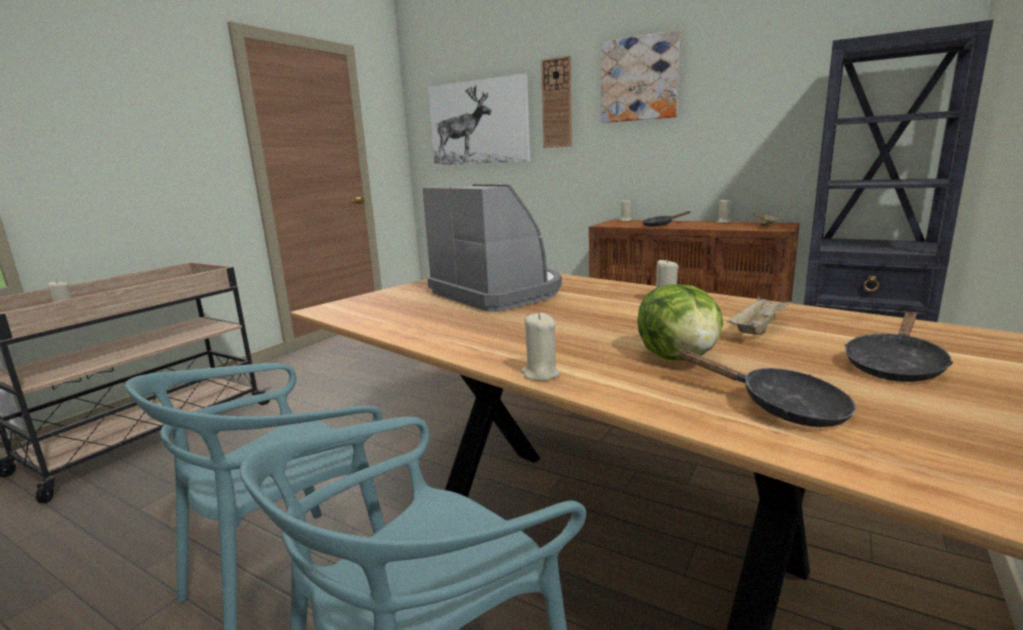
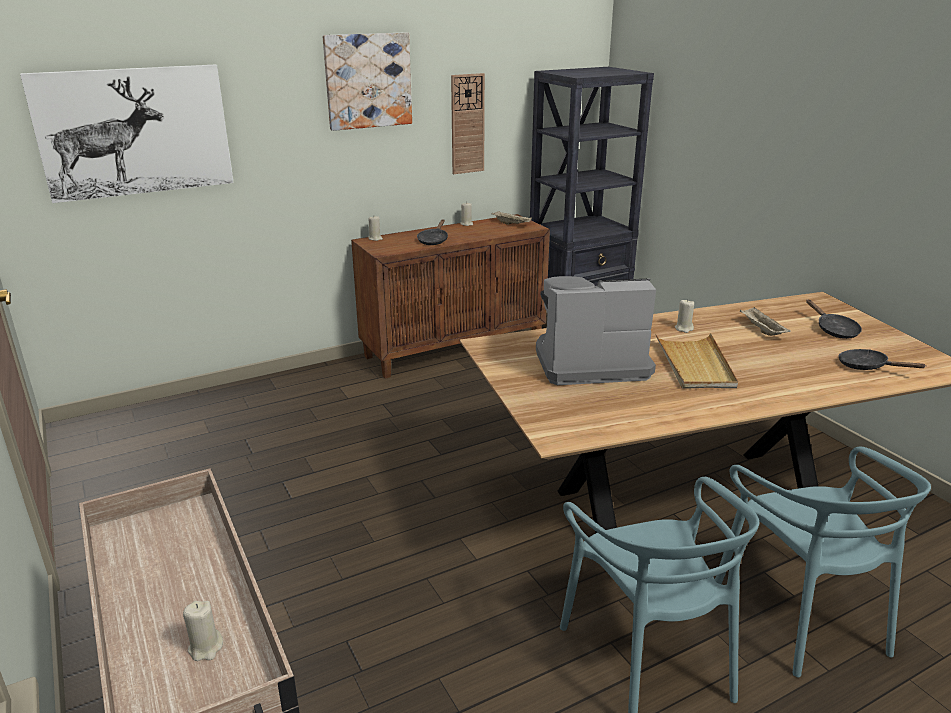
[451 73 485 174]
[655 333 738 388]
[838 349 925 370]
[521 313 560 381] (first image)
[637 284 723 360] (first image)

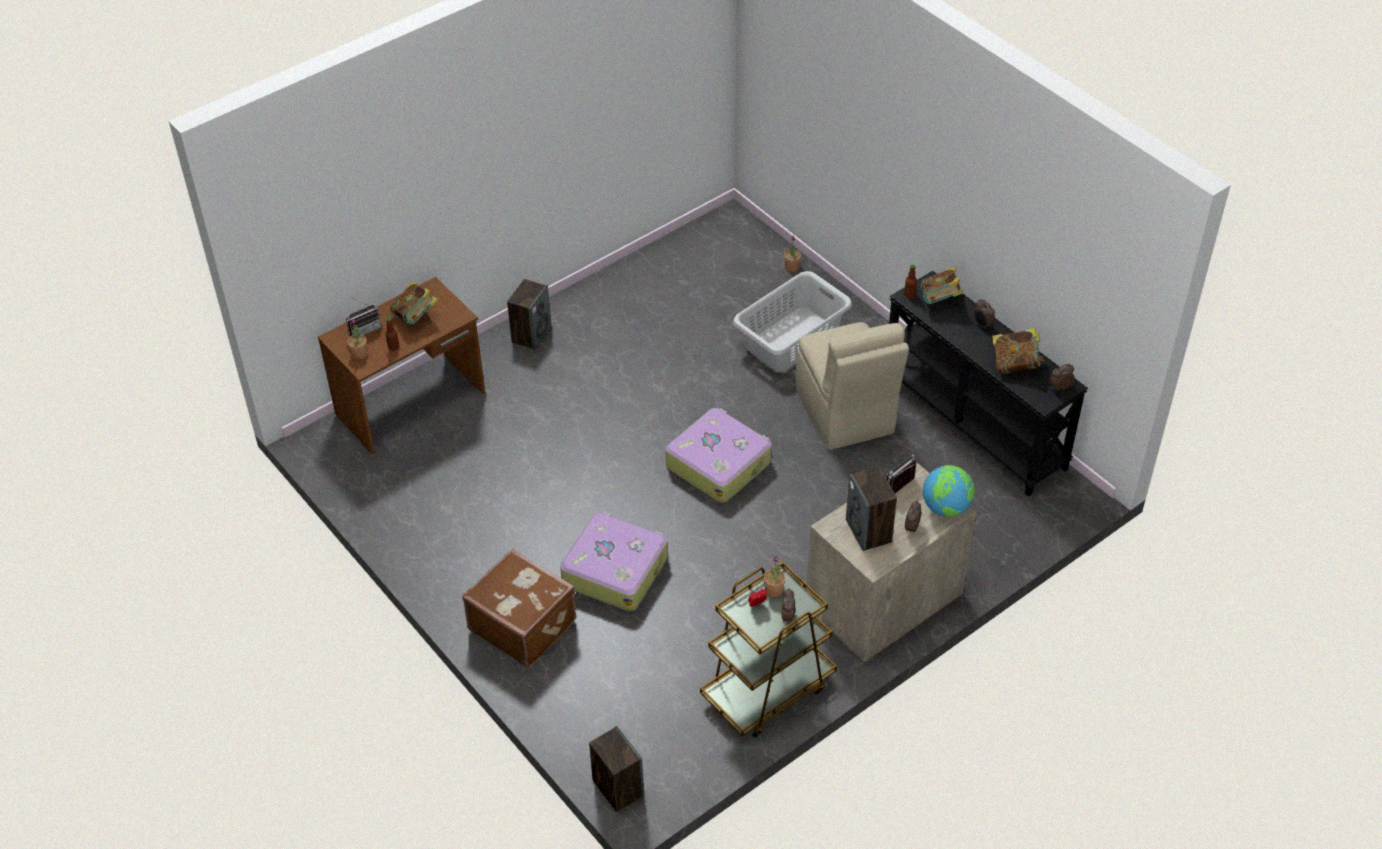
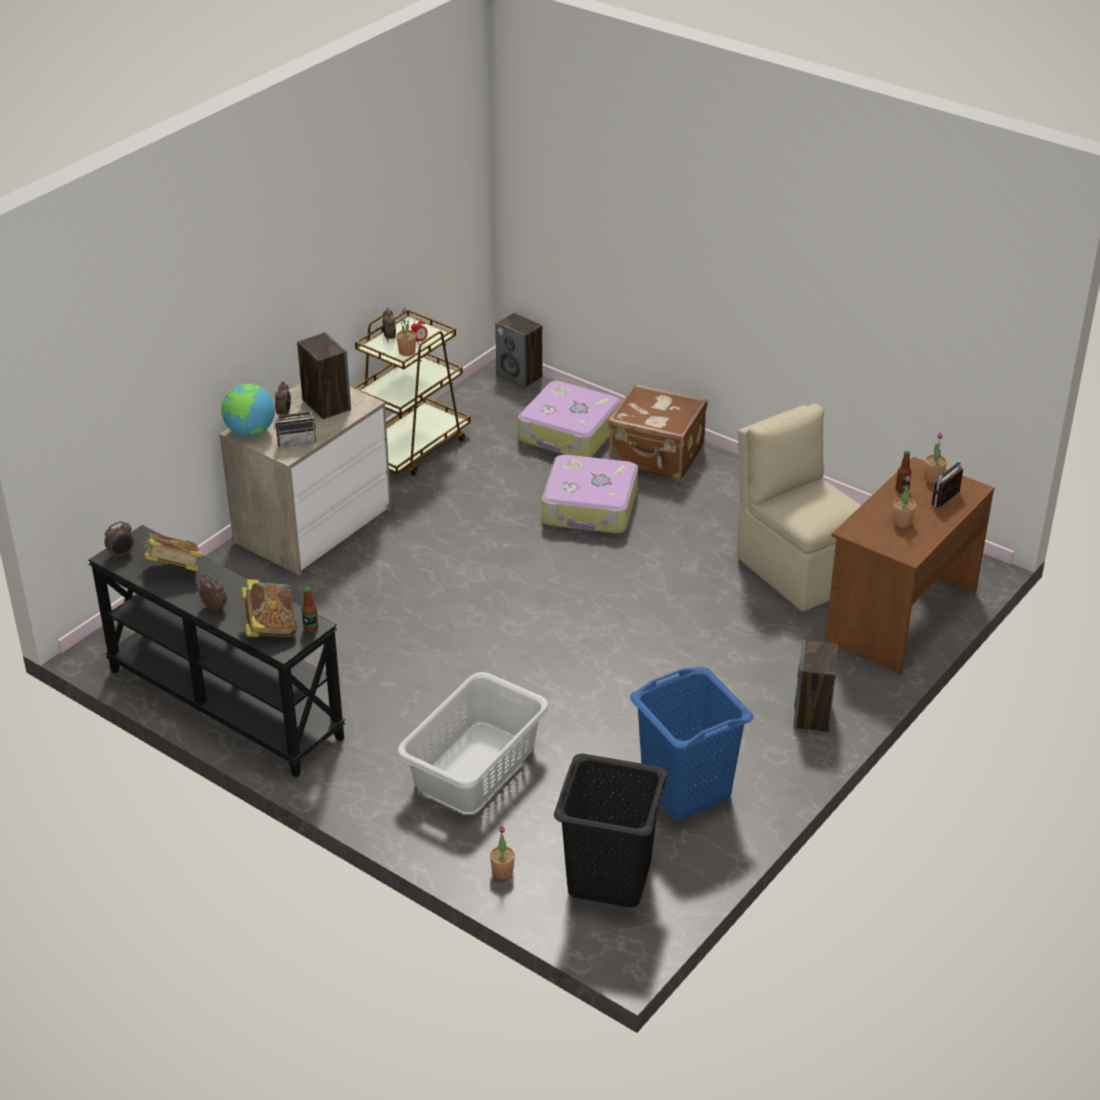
[275 399 316 447]
[518 381 621 457]
[554 754 669 908]
[630 667 754 819]
[737 404 861 611]
[893 476 916 527]

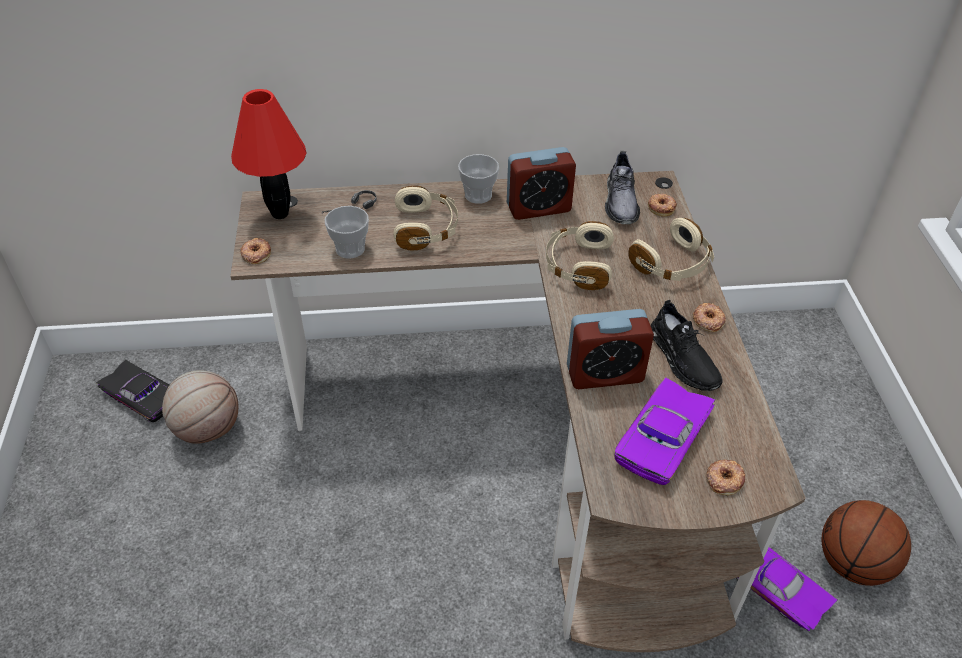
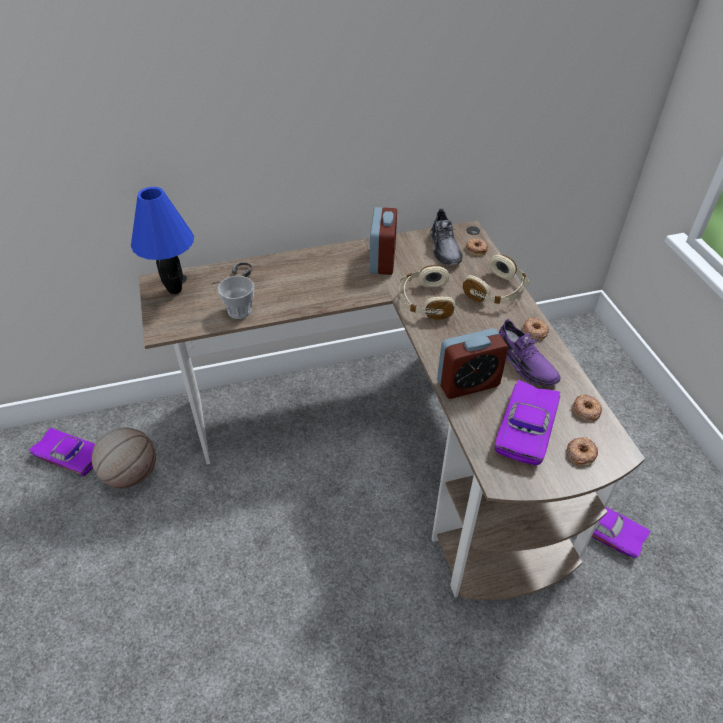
[28 427 95 476]
[131 187 194 294]
[370 207 397 275]
[499 319 561 386]
[572 395 602 422]
[393 185 458 251] (first image)
[458 154 499 204] (first image)
[822 500 911 586] (first image)

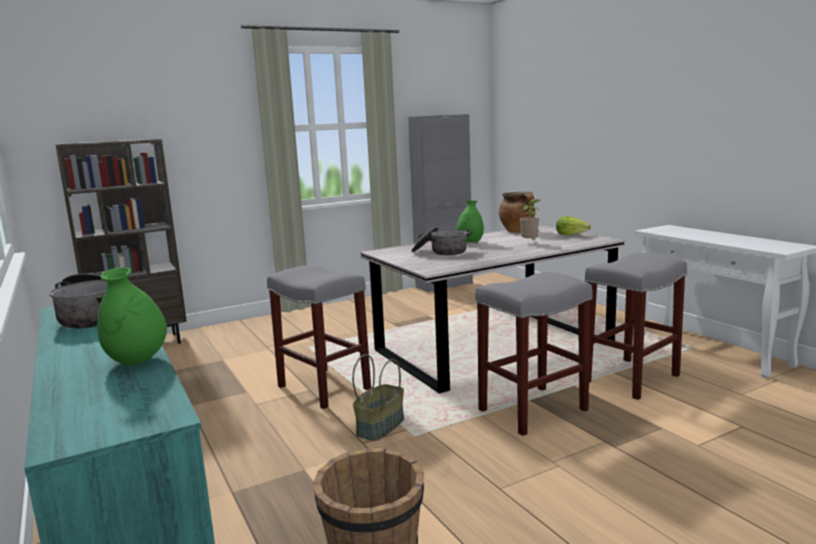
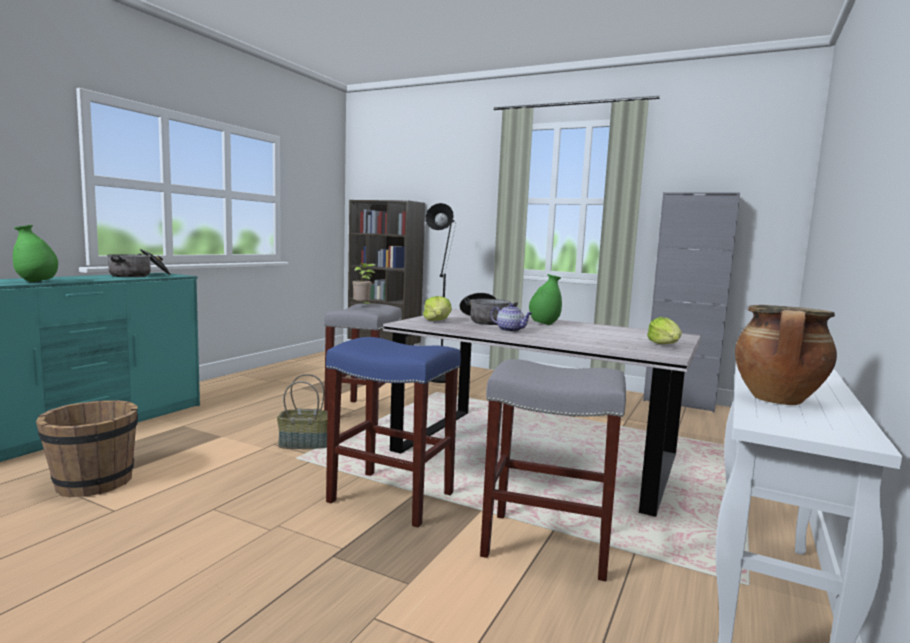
[326 337 461 527]
[352 263 376 307]
[423 296 452 321]
[426 203 456 383]
[491 303 532 332]
[735 305 837 405]

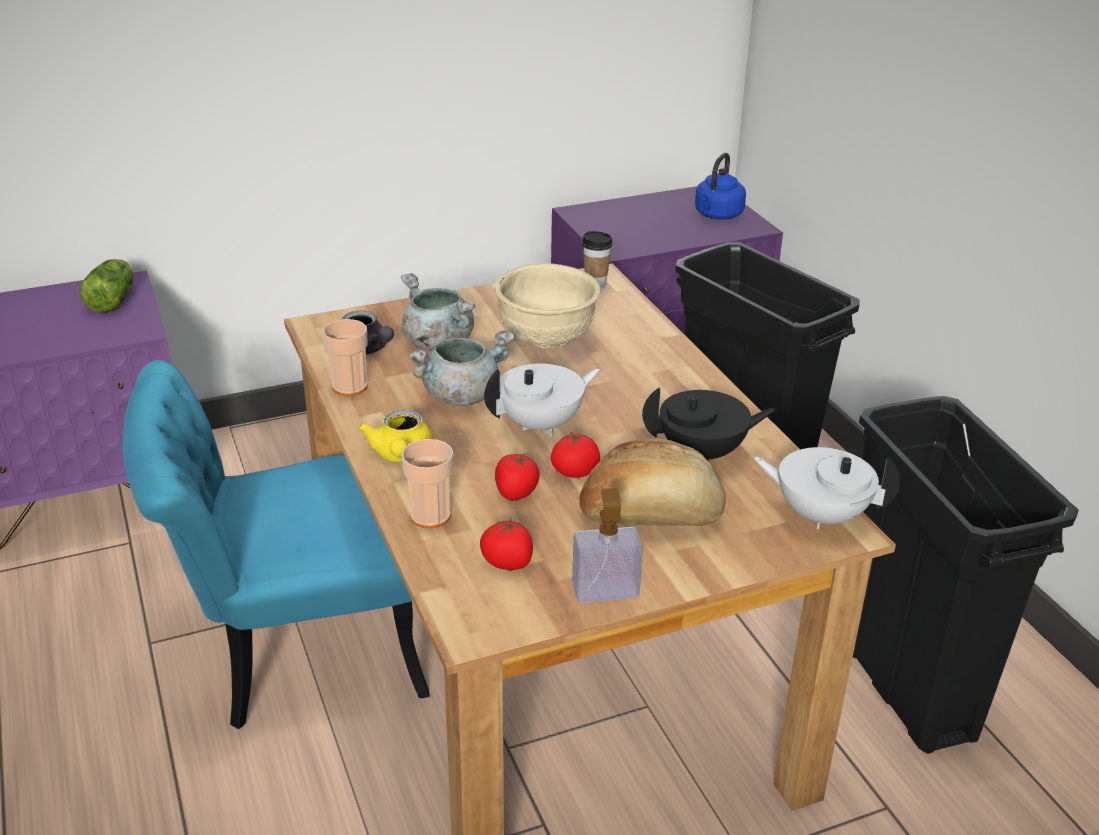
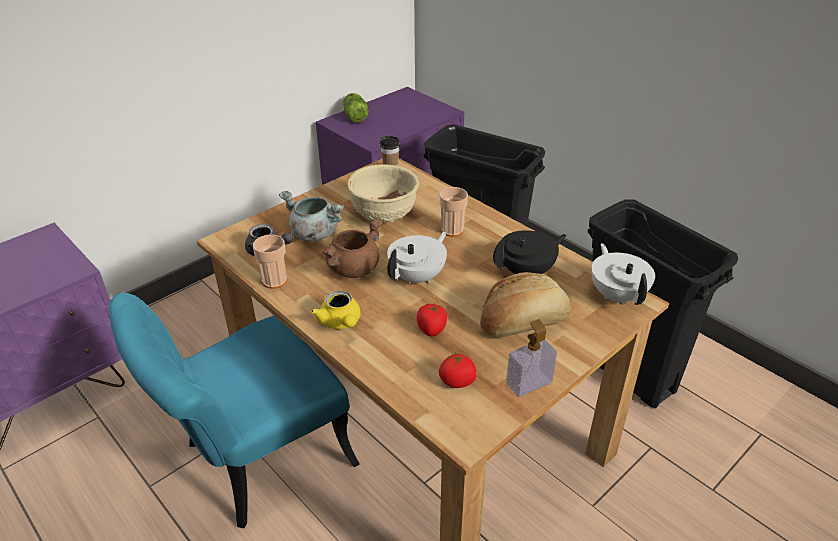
[323 218 383 278]
[343 93 369 123]
[439 187 468 237]
[591 243 655 305]
[551 431 600 478] (first image)
[695 153 746 219] (first image)

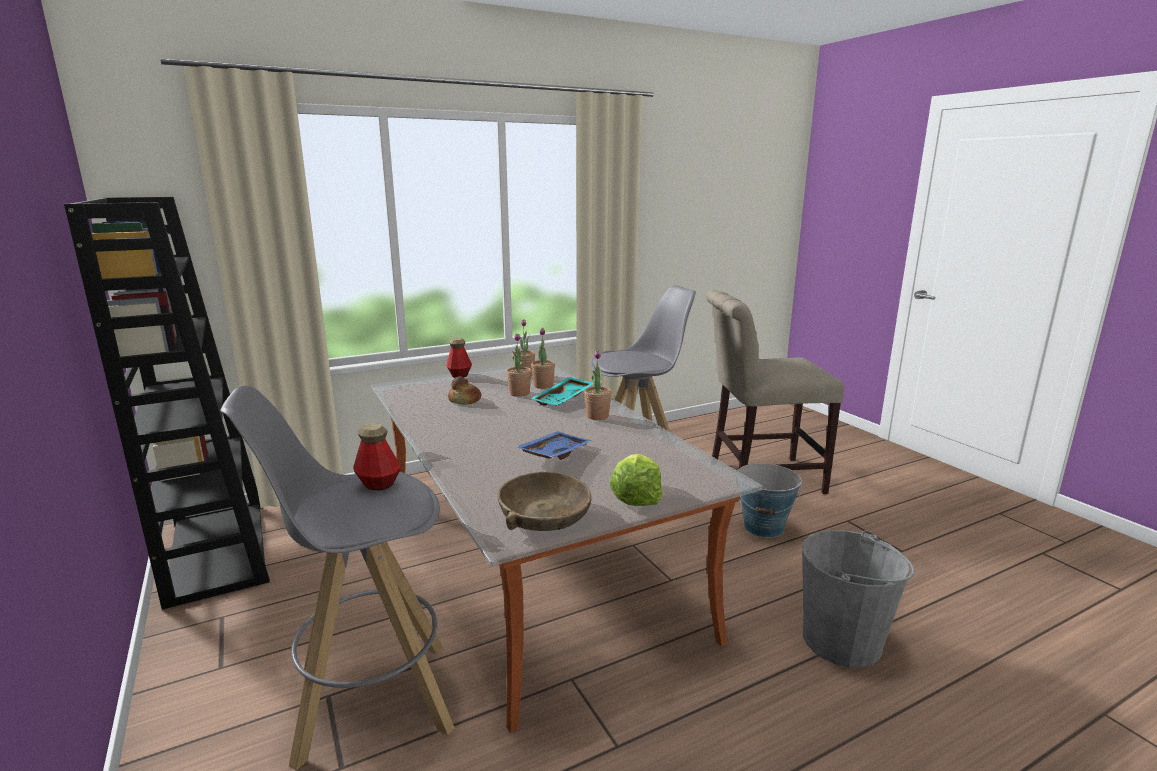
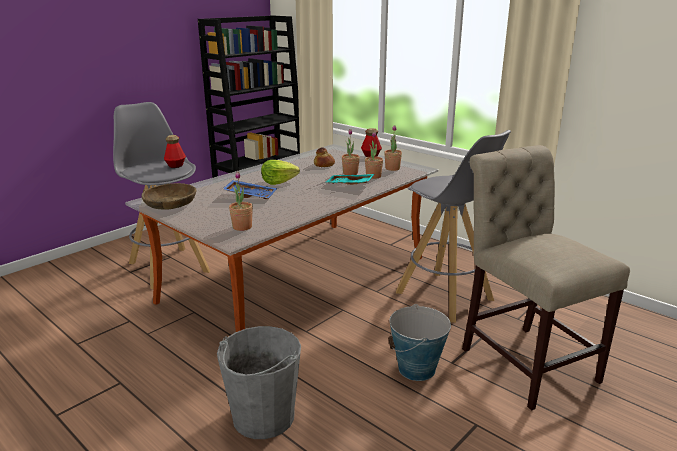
[229 171 253 231]
[261 160 300 185]

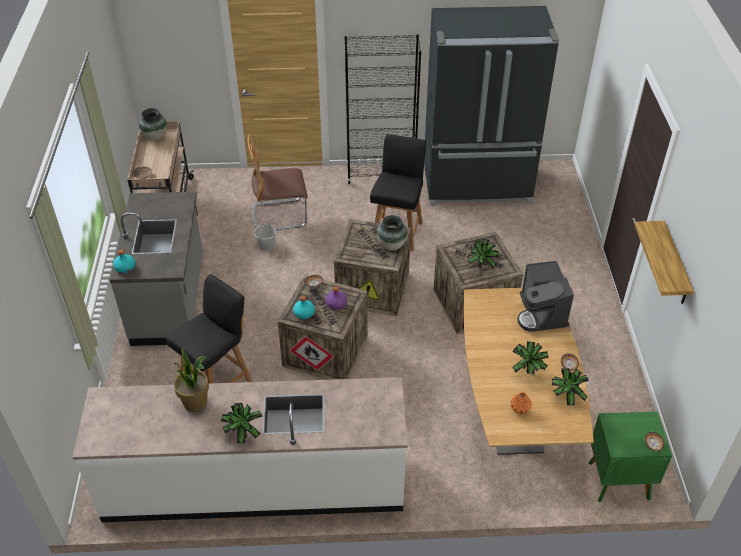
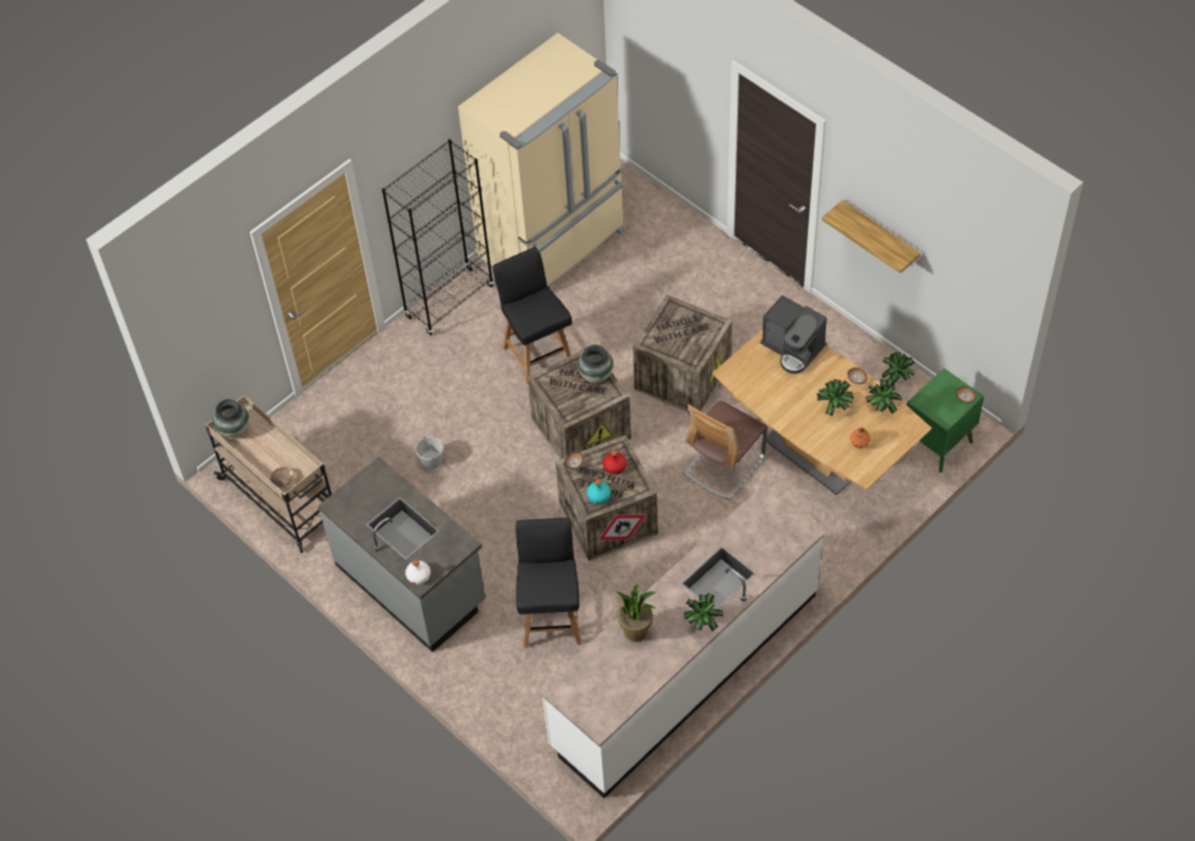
[405 559 431 584]
[458 33 624 287]
[603 450 627 474]
[683 401 768 500]
[882 352 915 385]

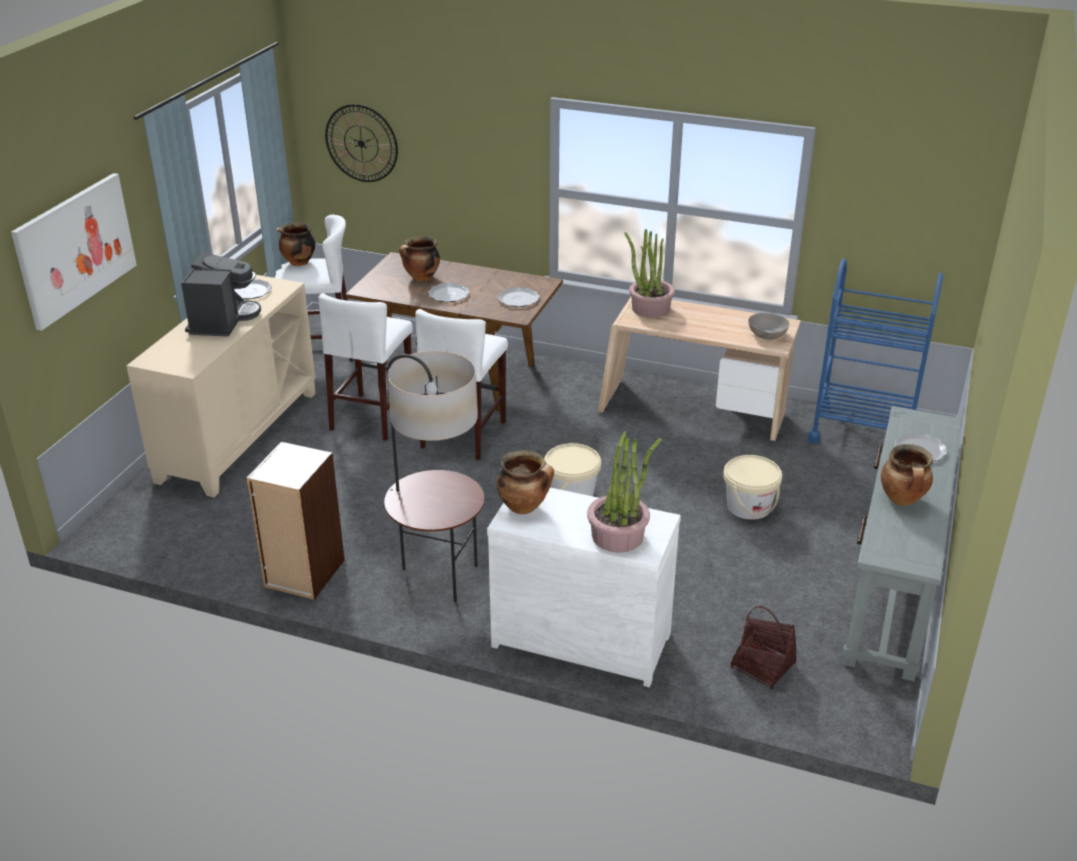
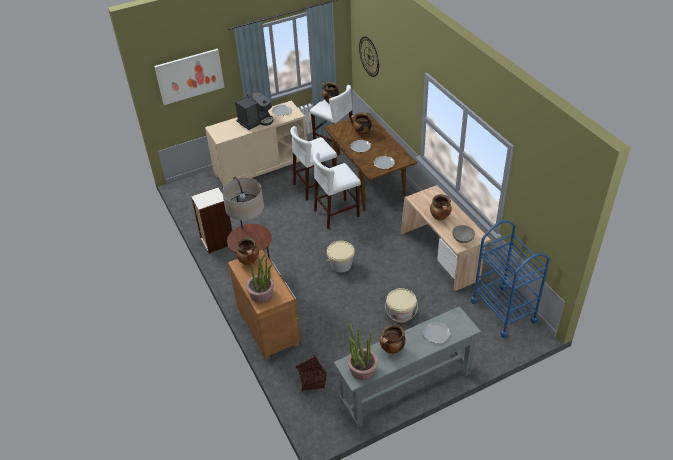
[228 250 300 360]
[347 323 378 380]
[430 194 452 220]

